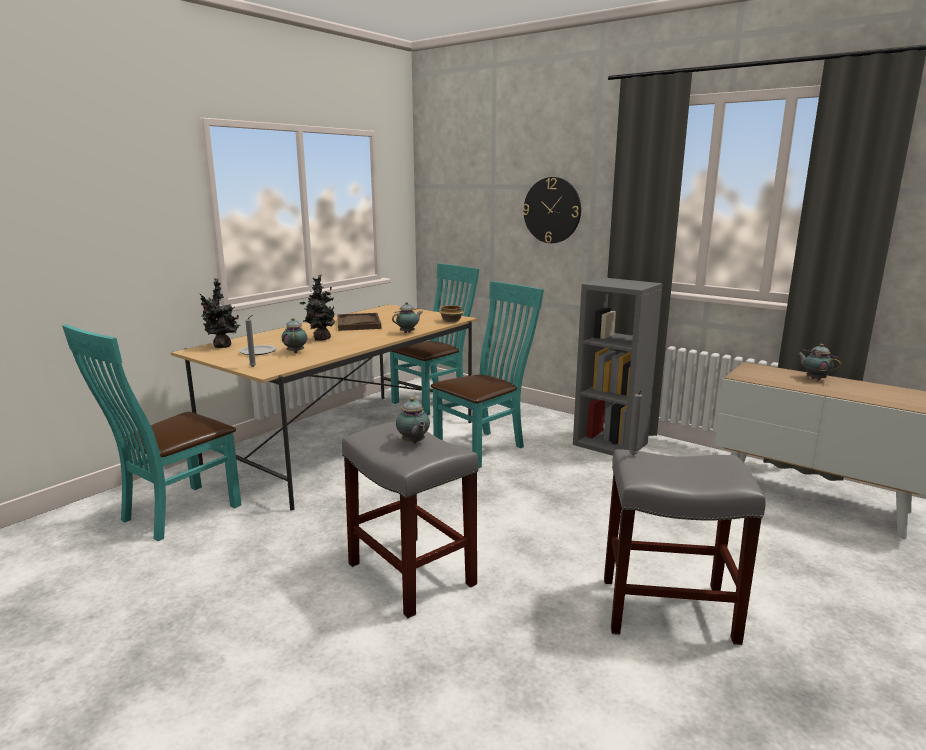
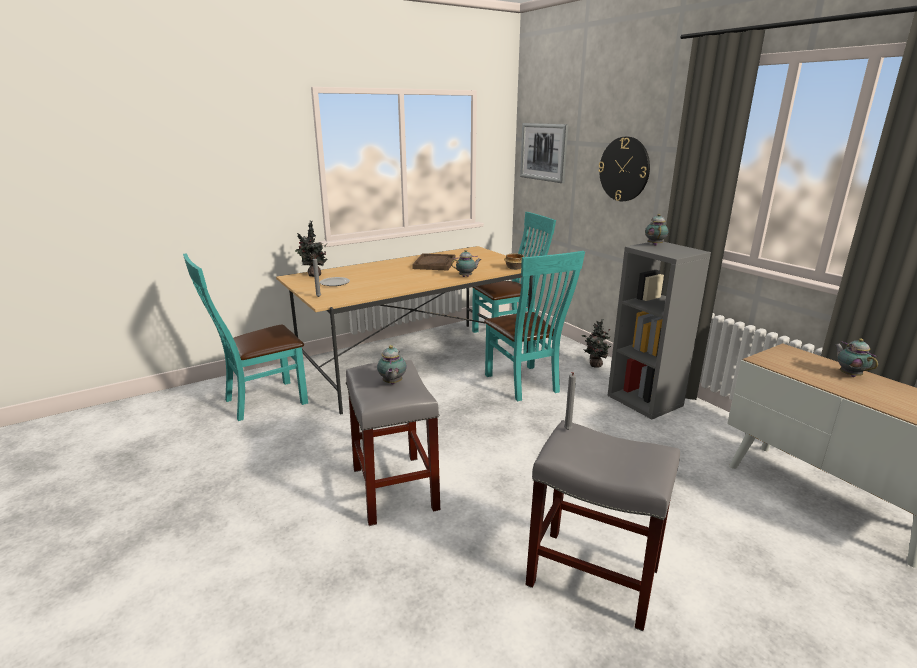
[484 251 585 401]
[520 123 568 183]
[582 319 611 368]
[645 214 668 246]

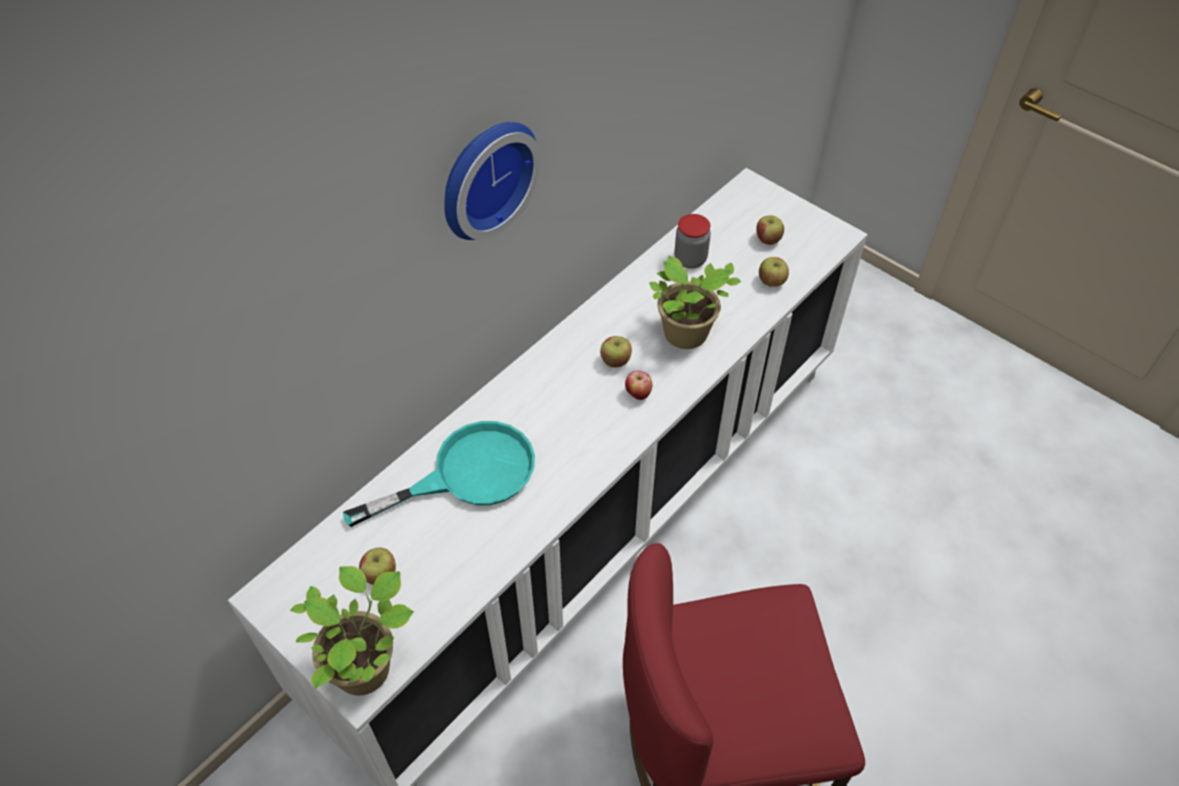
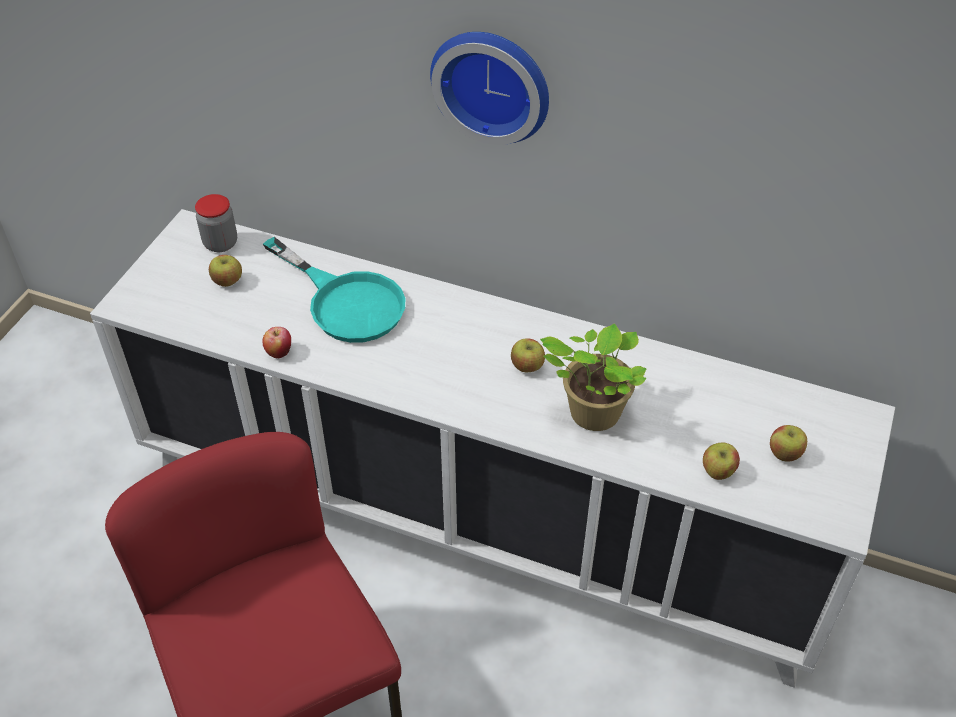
[195 194 237 252]
[262 327 291 359]
[290 566 414 696] (first image)

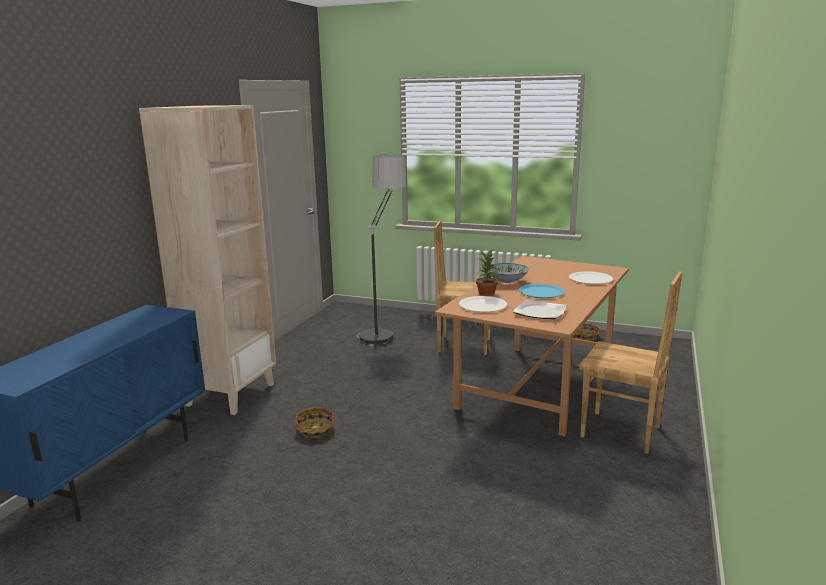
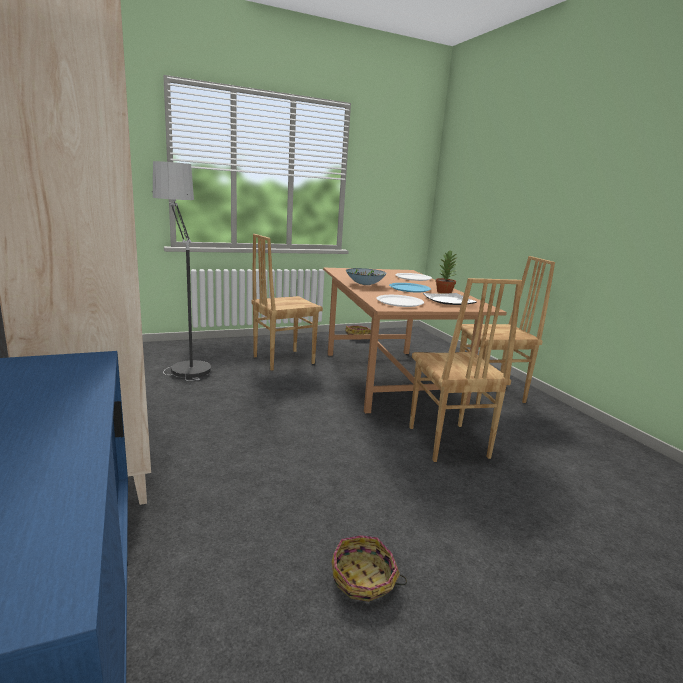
[332 535 407 602]
[409 278 522 462]
[435 250 458 294]

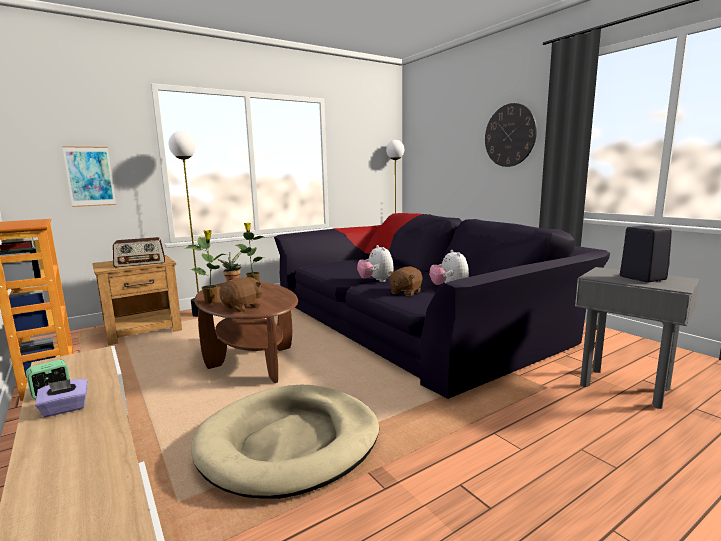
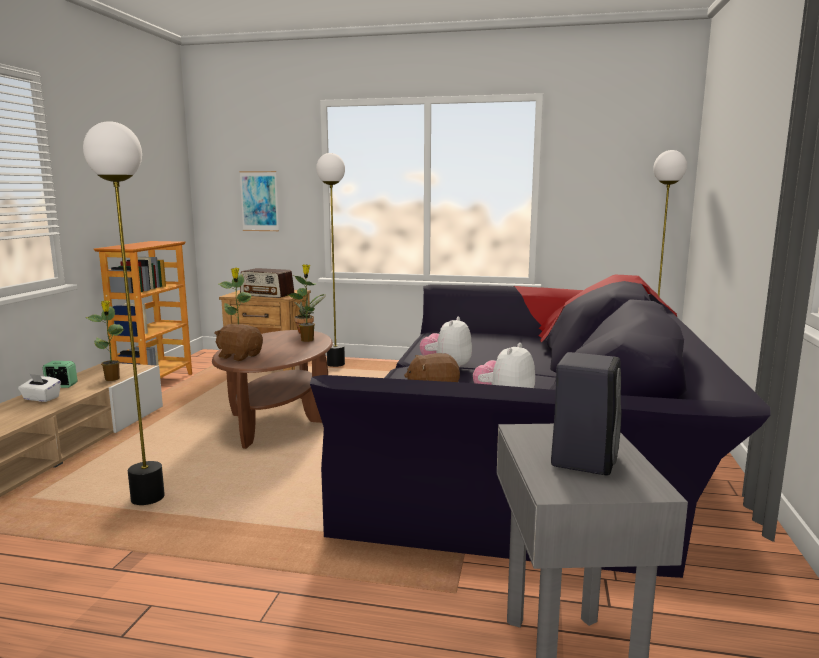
[18 374 61 402]
[83 121 165 505]
[86 300 126 381]
[215 324 263 361]
[485 103 537 167] (first image)

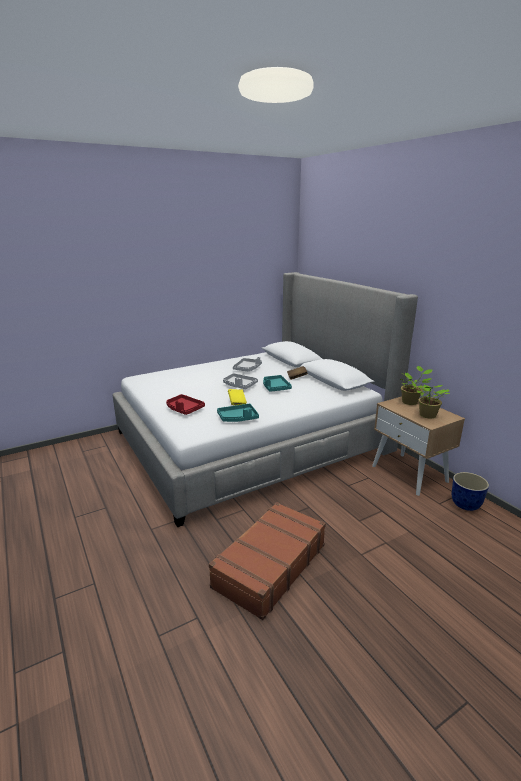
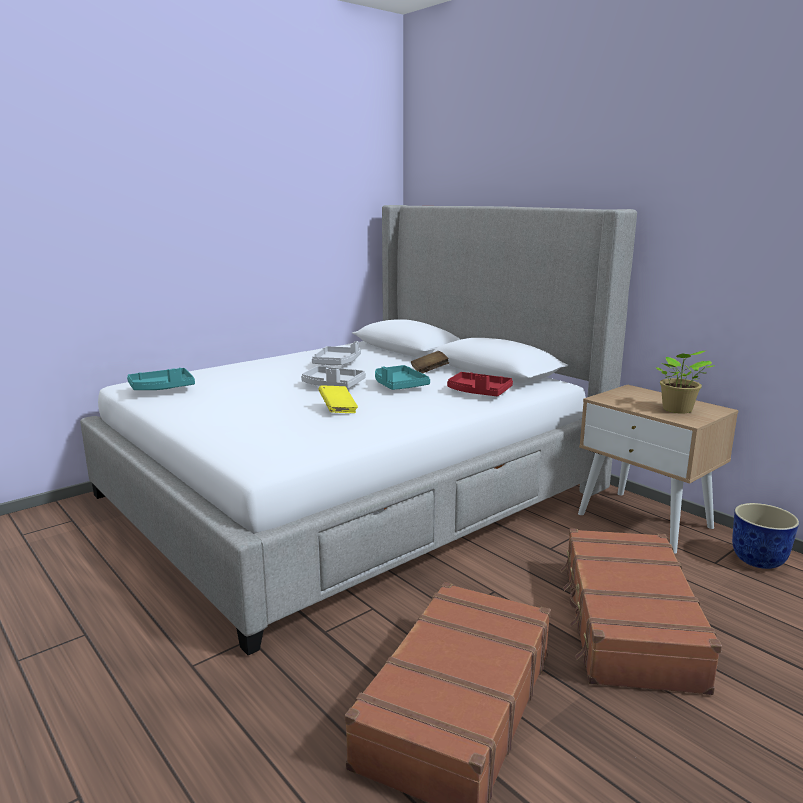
[127 368 195 390]
[447 372 513 396]
[560 528 722 695]
[401 366 432 405] (first image)

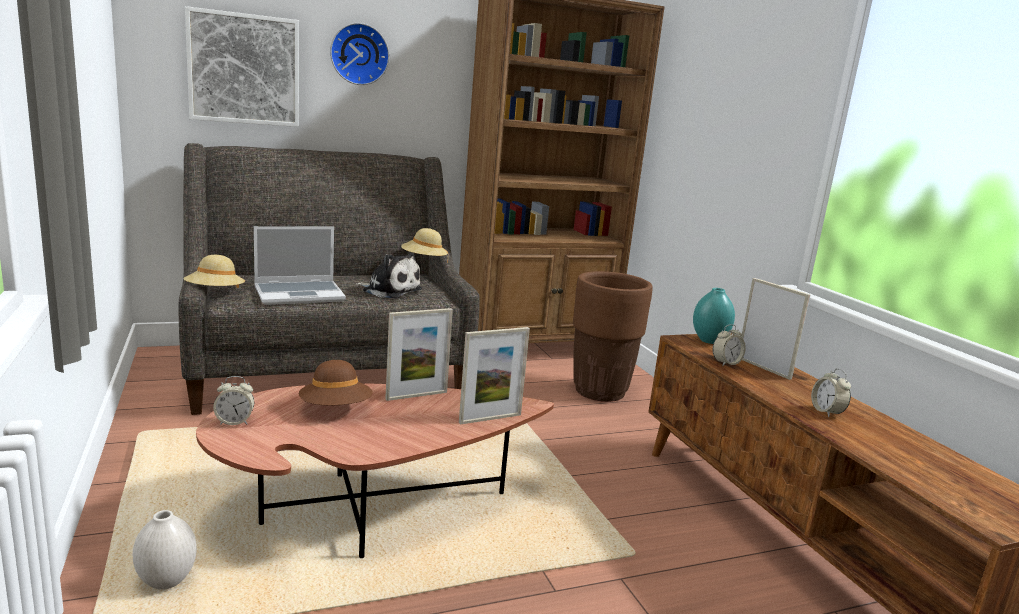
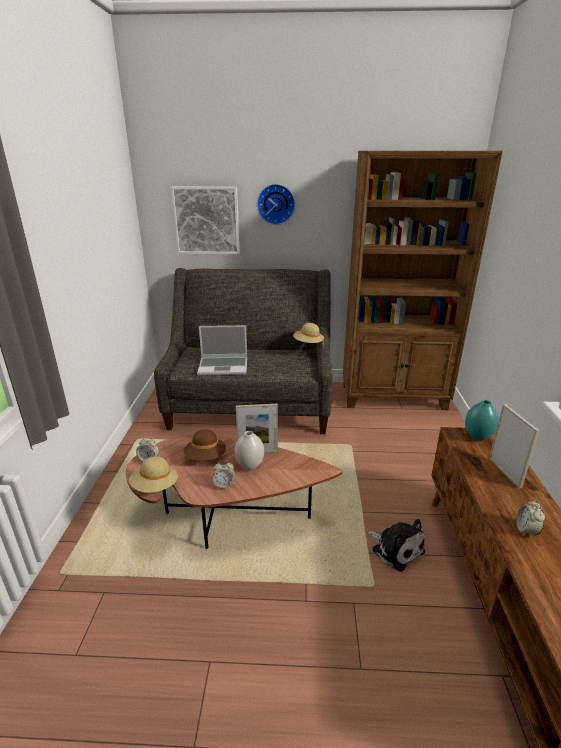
[129 456 178 493]
[213 460 235 489]
[235 431 264 470]
[367 519 425 572]
[459 327 530 424] (first image)
[573 271 653 402] (first image)

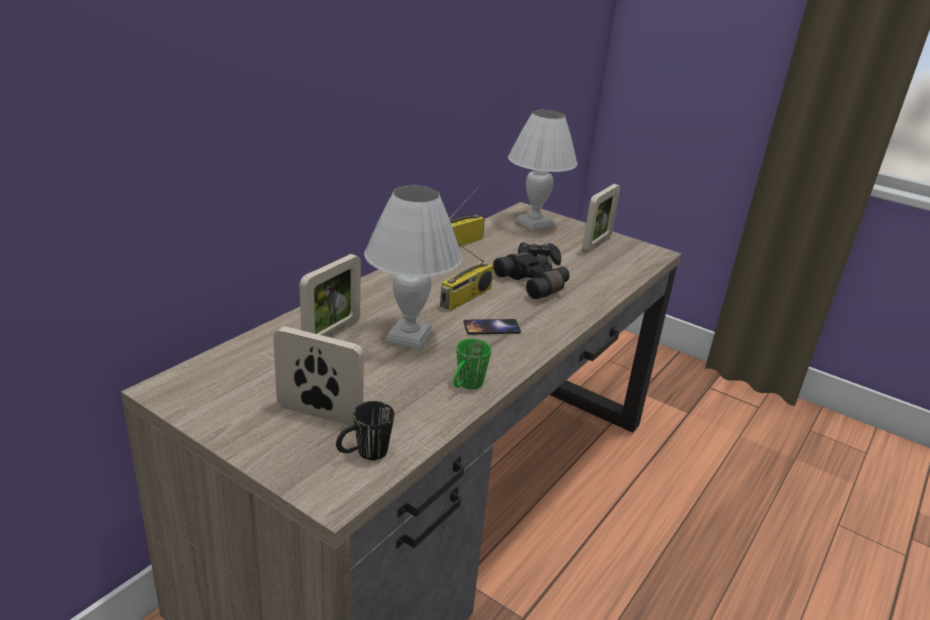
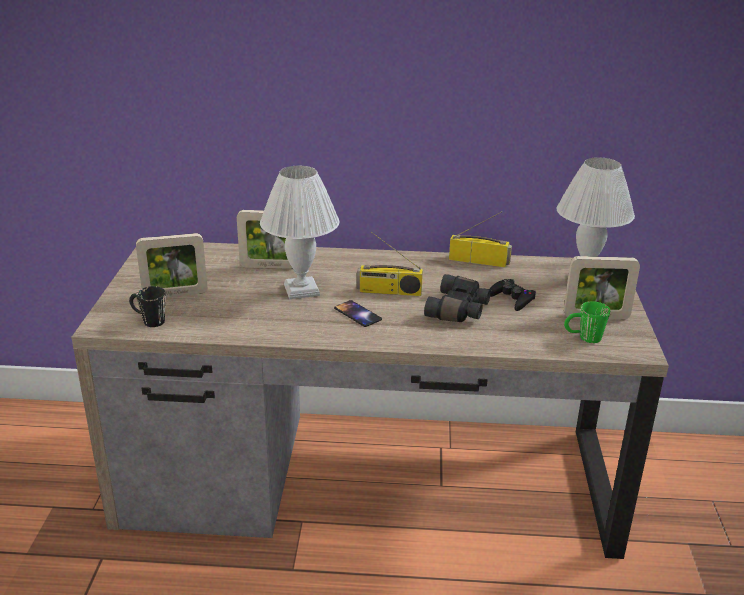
[136 233 207 297]
[564 301 610 343]

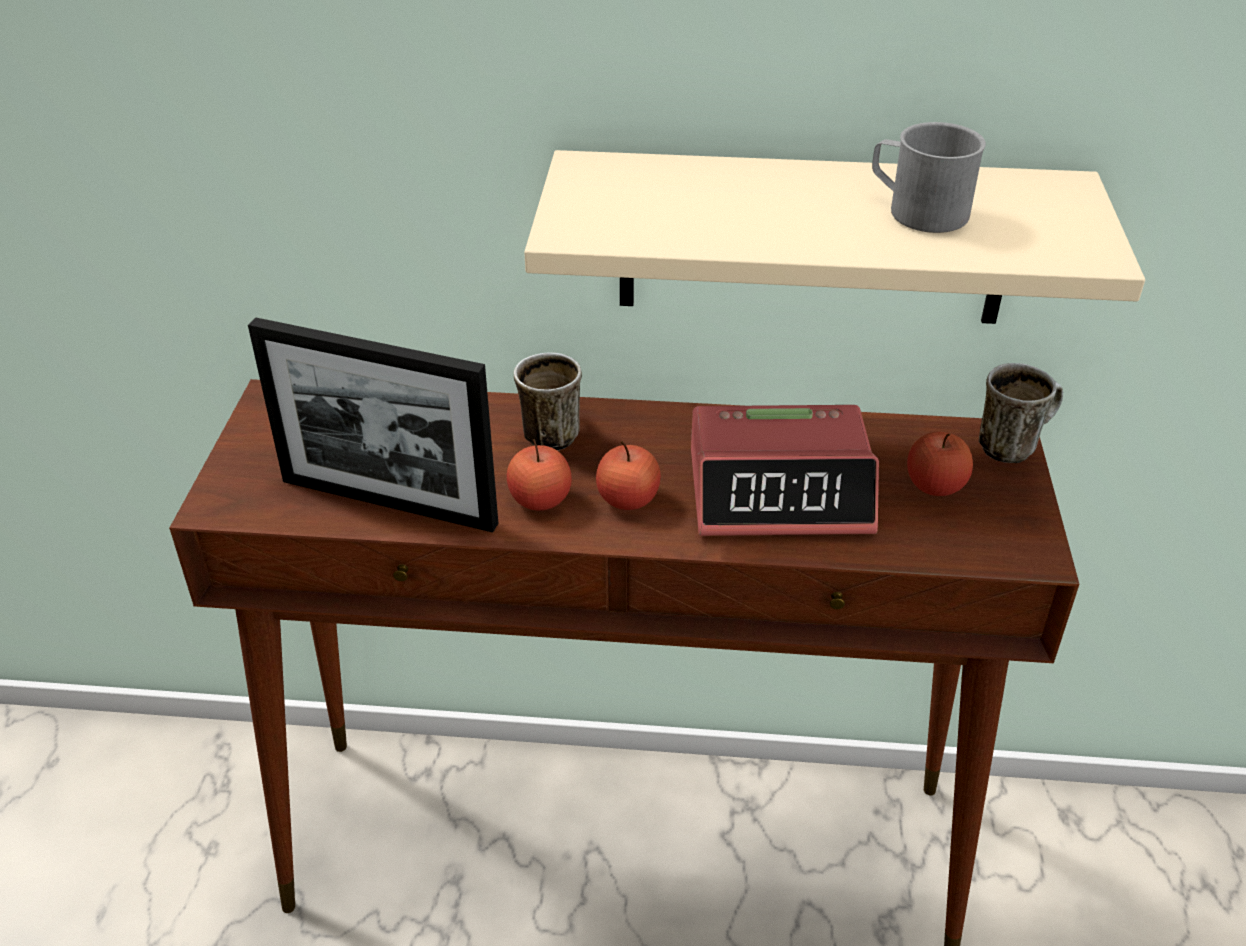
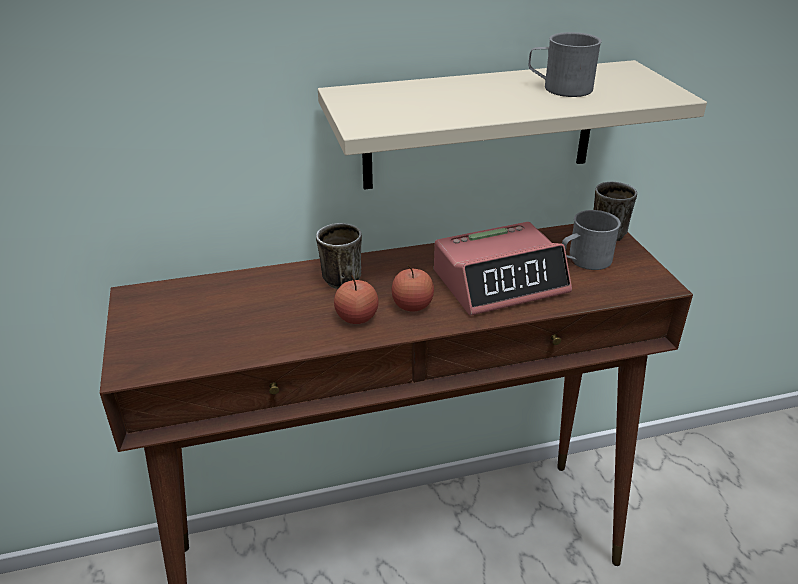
[562 210 621 270]
[248 318 499 533] (first image)

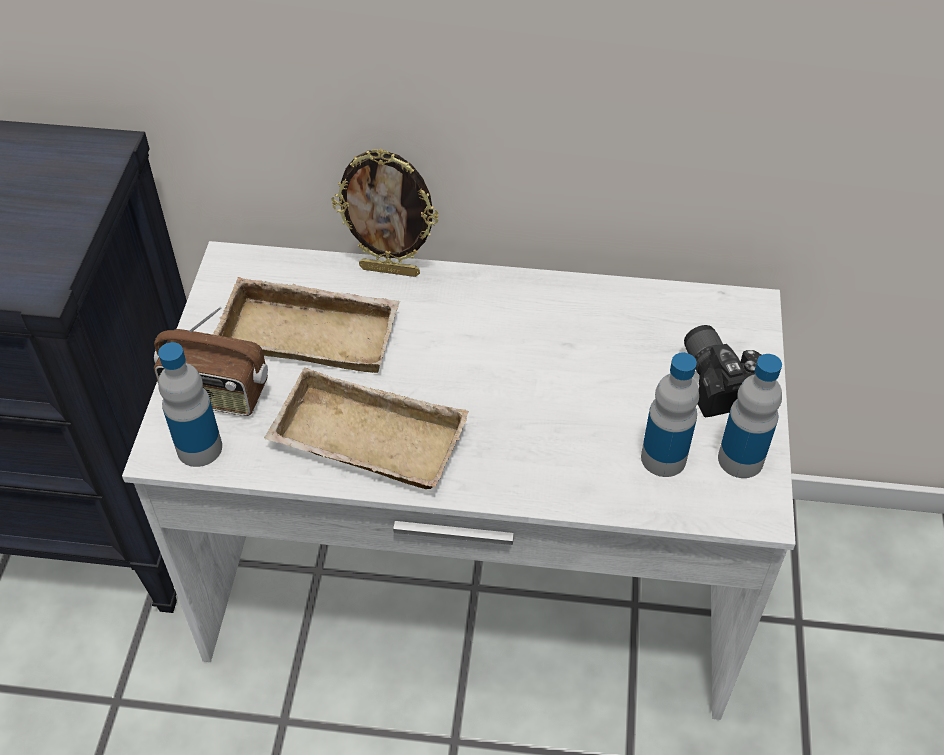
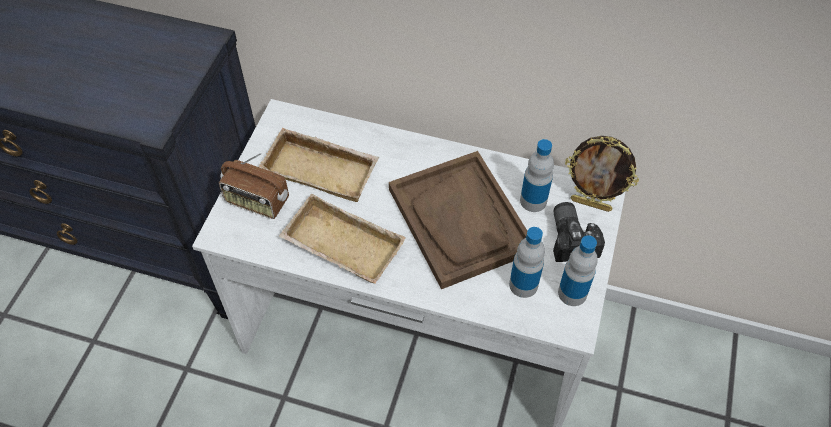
[389 151 527 289]
[520 139 554 212]
[565 136 639 212]

